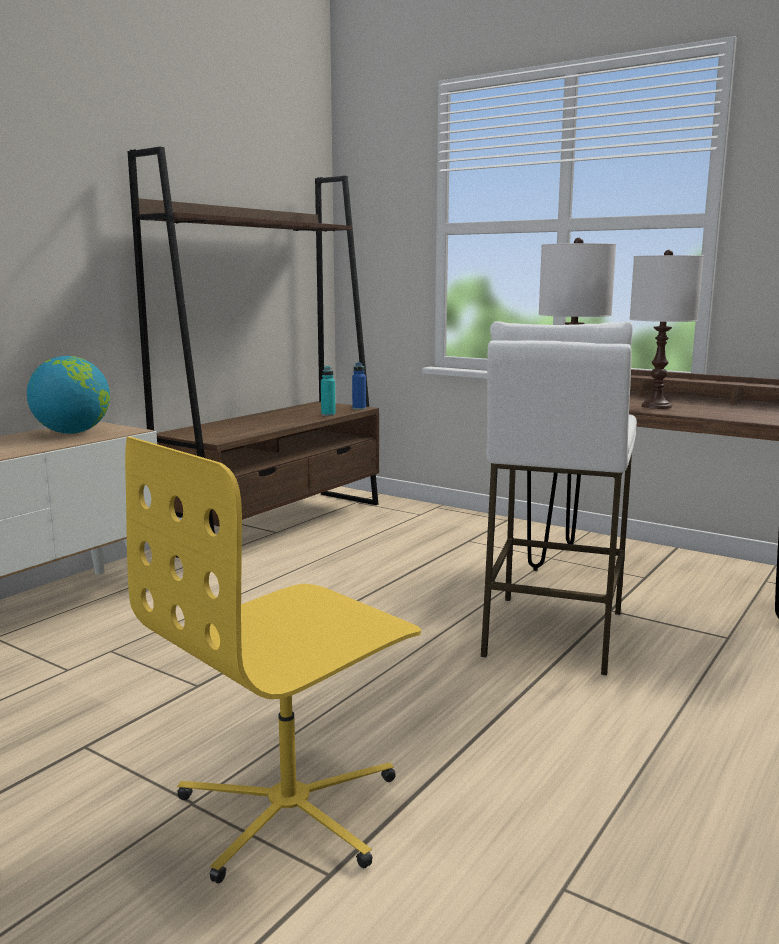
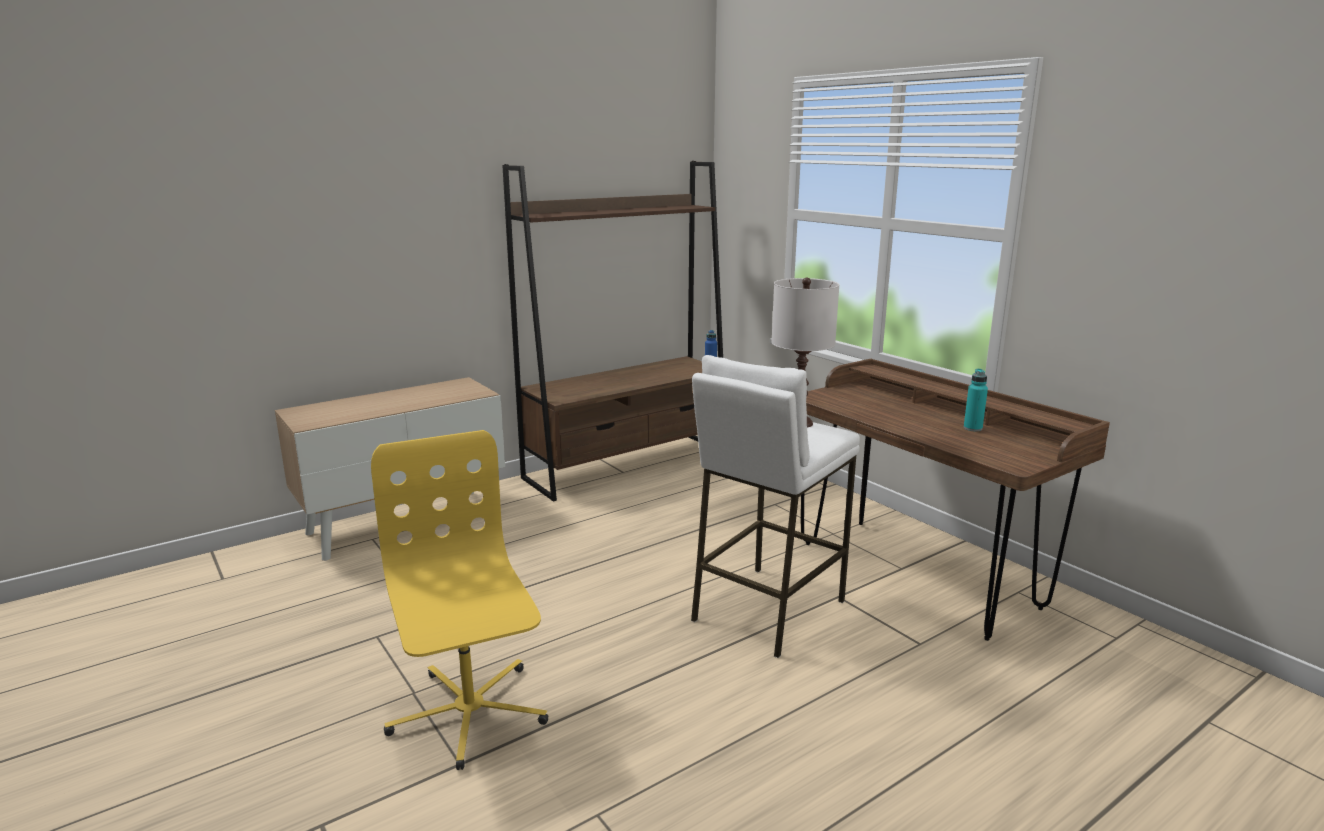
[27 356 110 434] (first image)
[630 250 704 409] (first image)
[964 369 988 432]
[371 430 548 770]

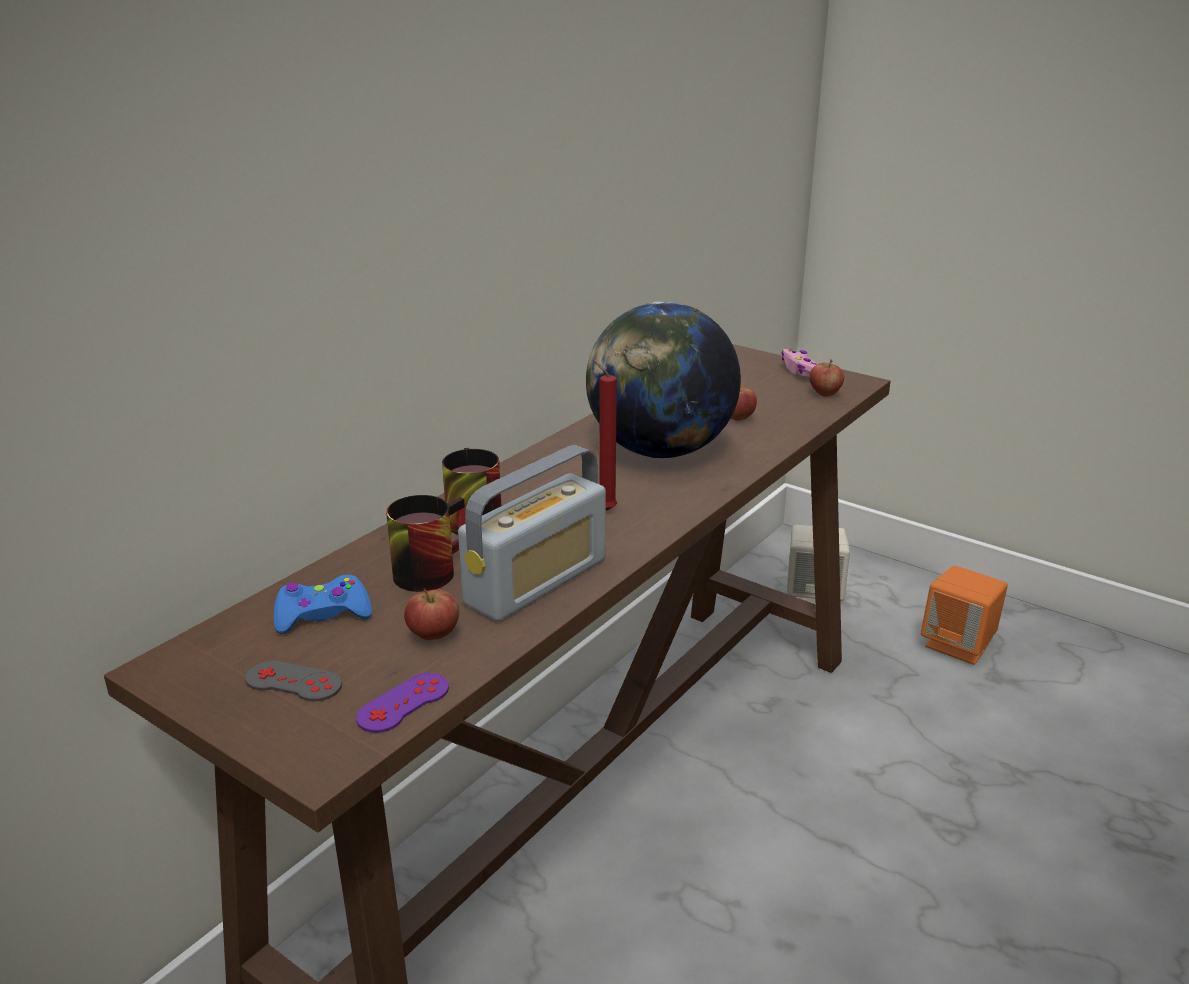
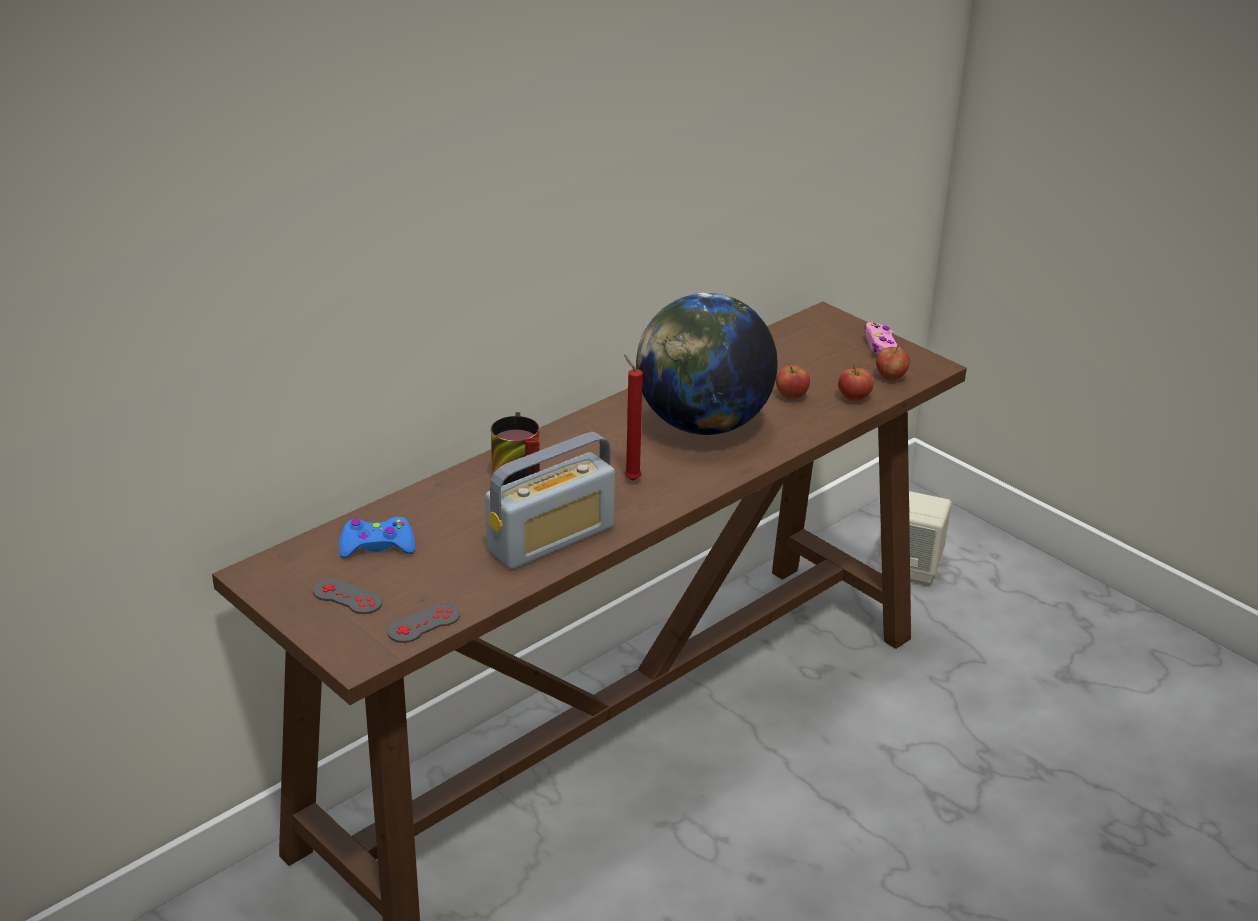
[386 495 465 592] (first image)
[921 566 1008 665] (first image)
[838 365 874 401]
[387 603 460 643]

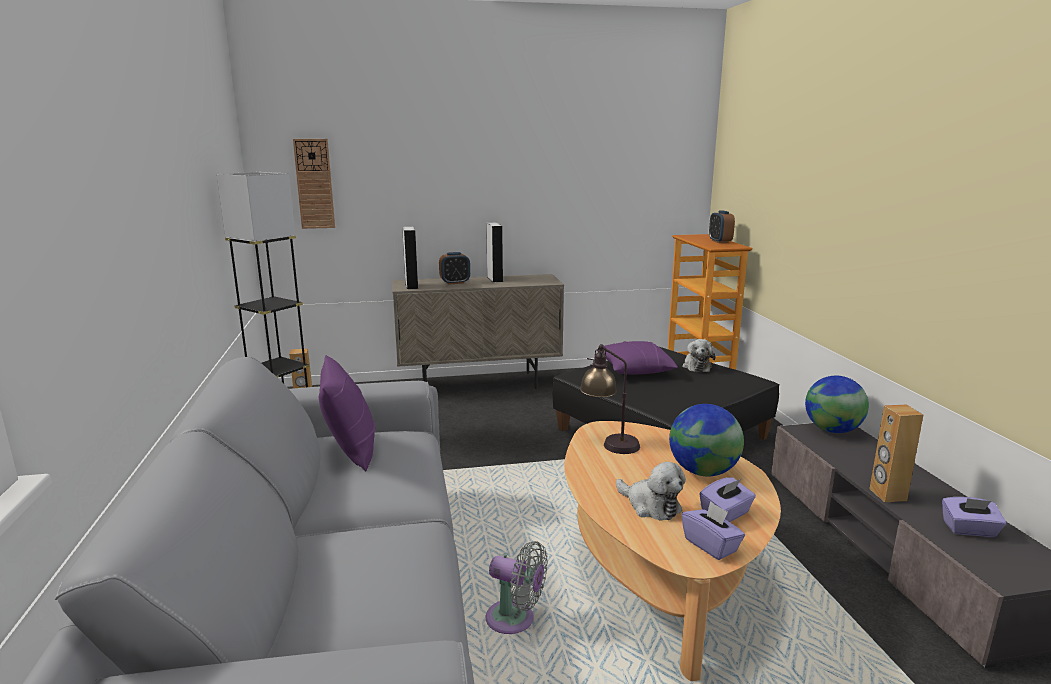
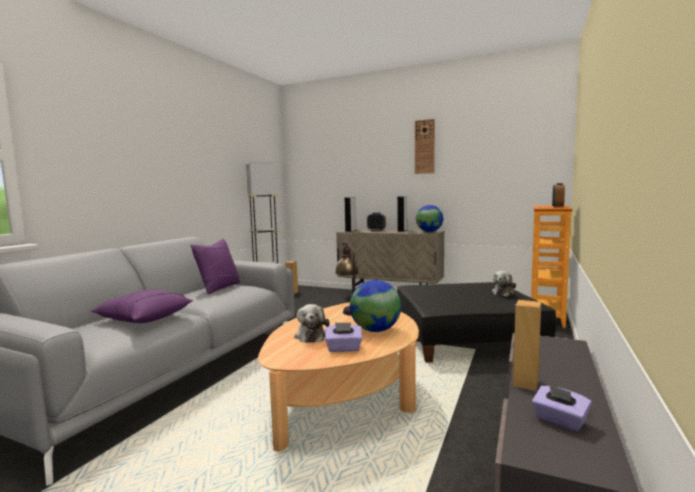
[486 541 548 634] (first image)
[681 501 745 560] (first image)
[415 119 435 174]
[91 289 193 323]
[416 205 443 232]

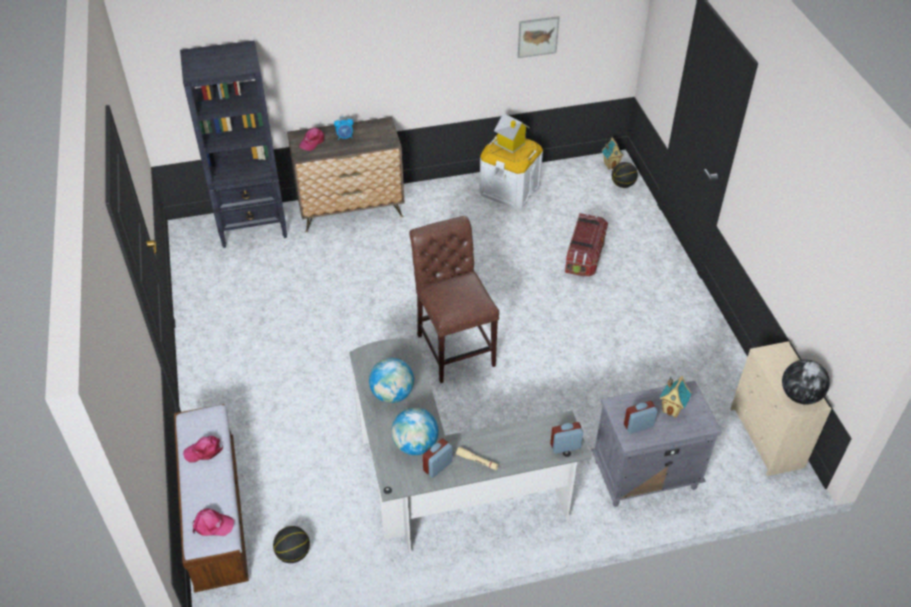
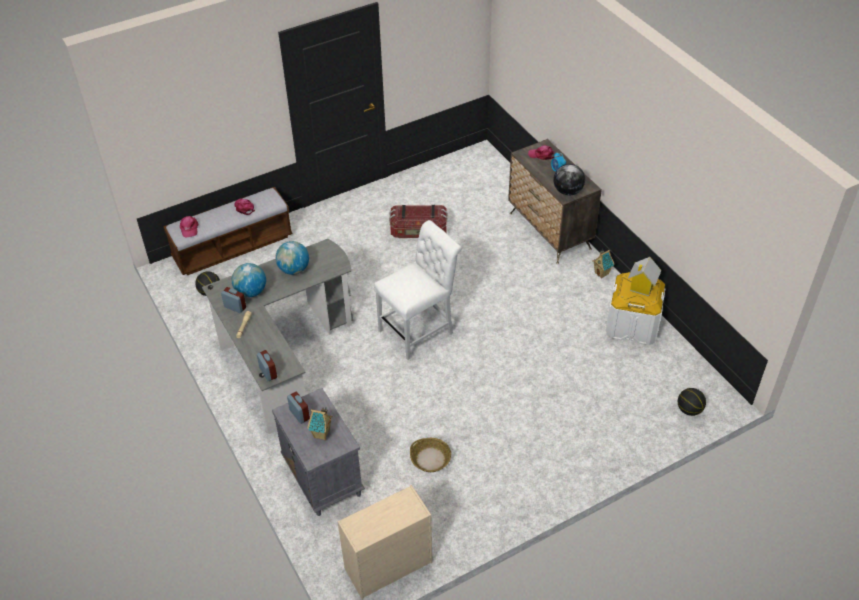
[180 40 287 248] (first image)
[518 16 560 58] (first image)
[410 438 451 472]
[389 205 448 238]
[592 249 614 278]
[553 164 585 195]
[374 220 462 360]

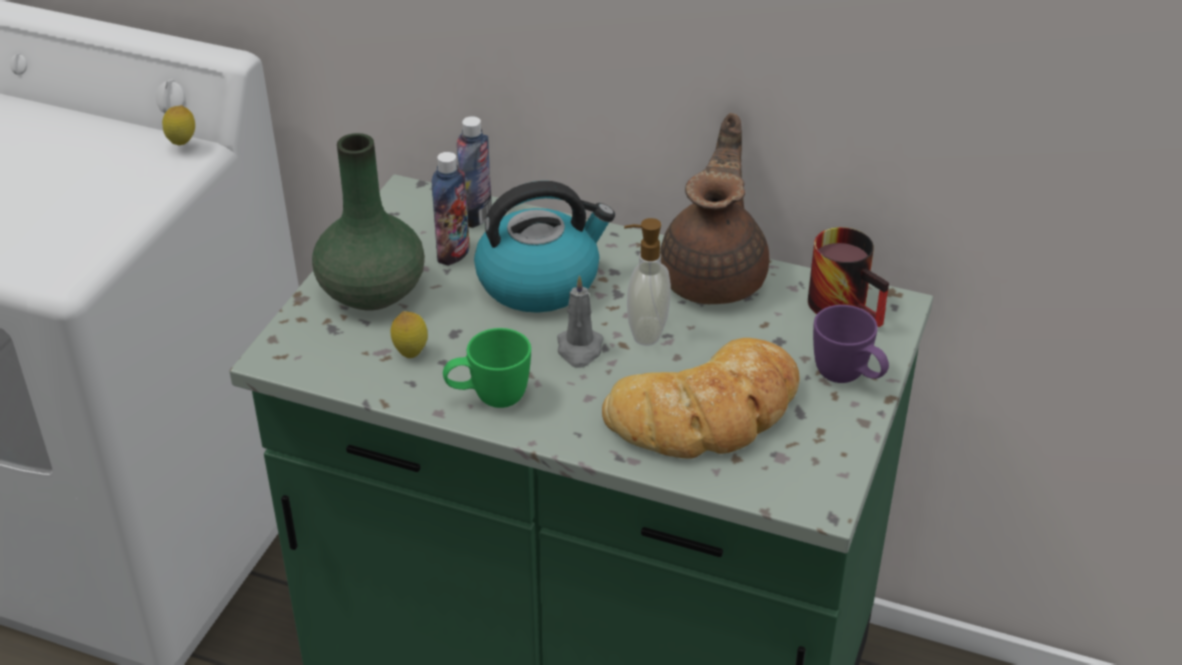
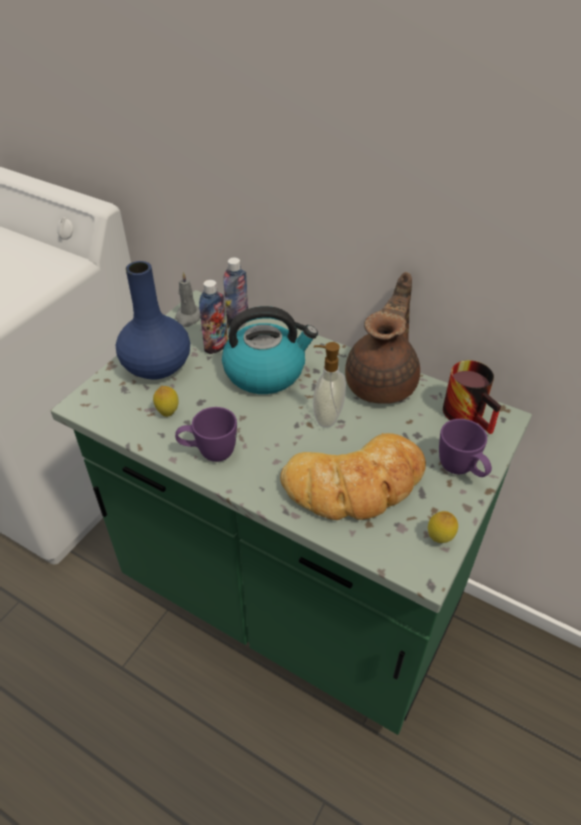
[428 511 458 543]
[175 272 200 327]
[116 261 190 380]
[175 407 237 462]

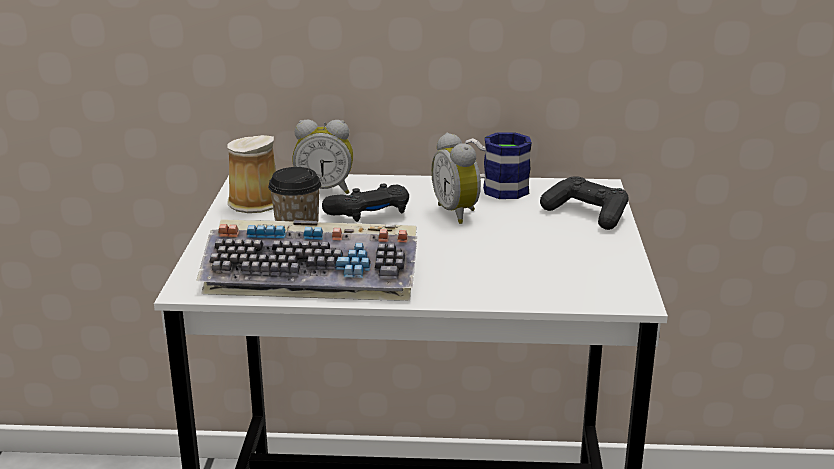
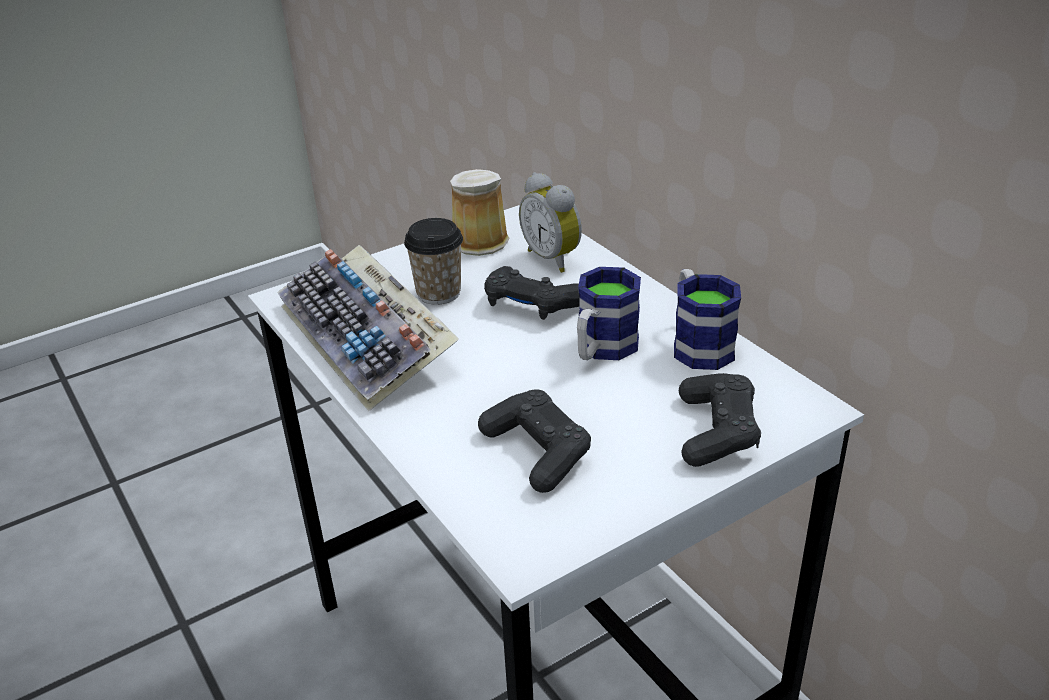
[478 389 591 493]
[577 267 641 360]

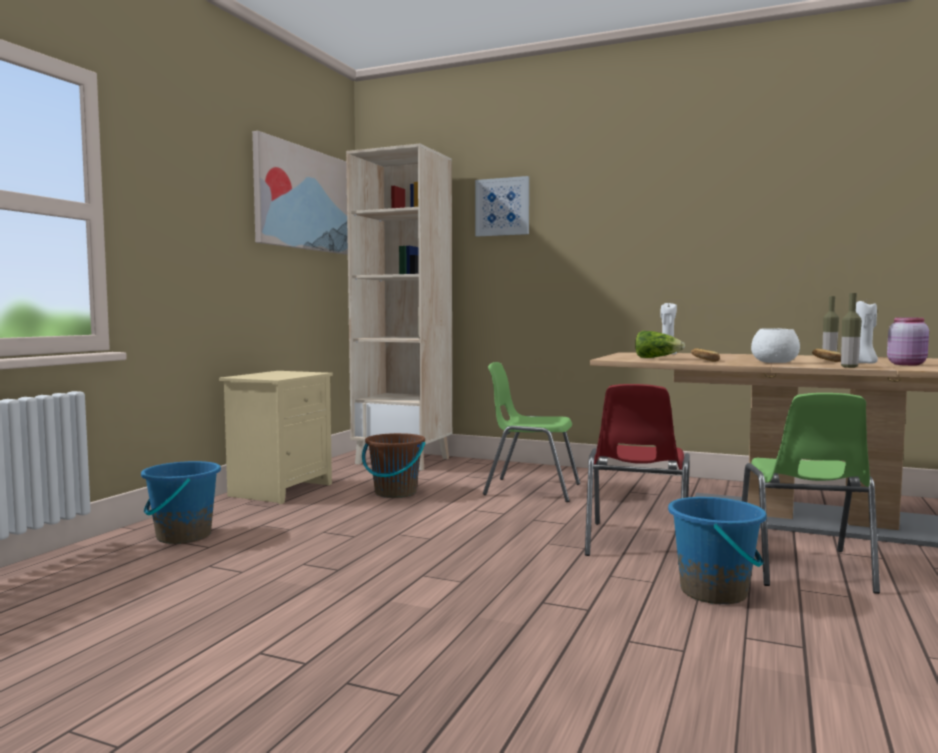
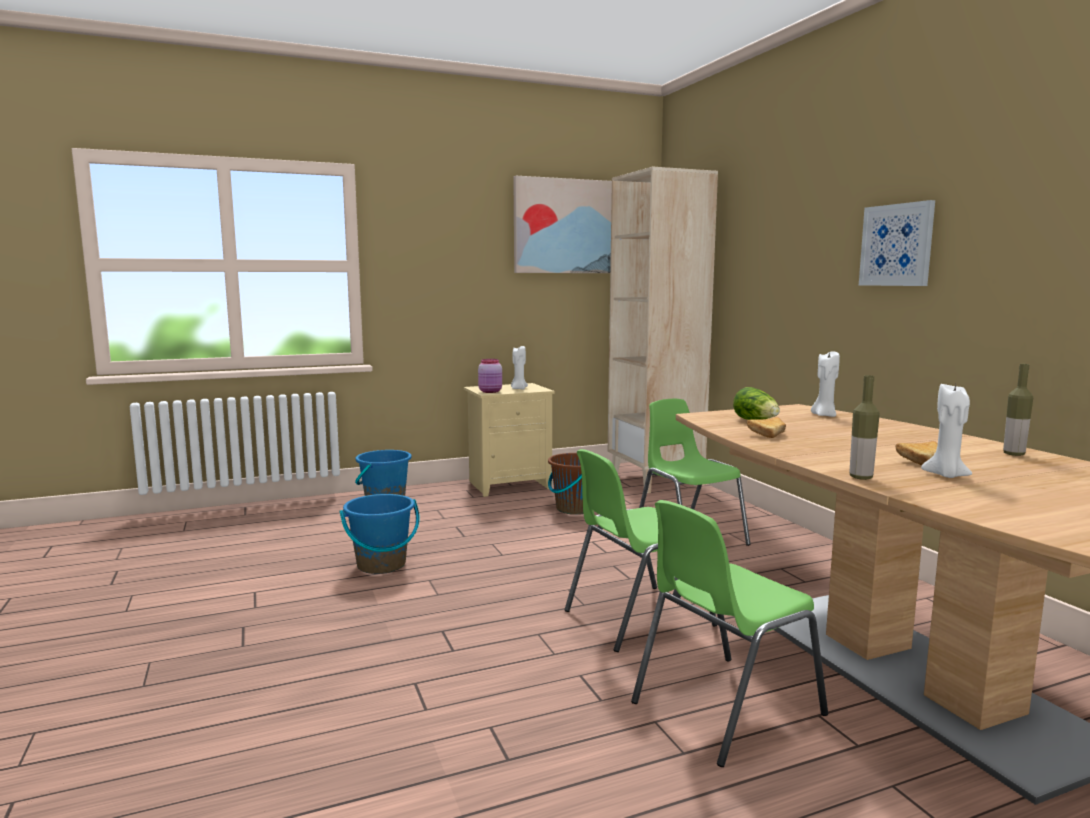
[751 328 800 363] (first image)
[511 346 528 390]
[859 200 935 286]
[340 494 420 574]
[478 359 502 393]
[564 449 717 652]

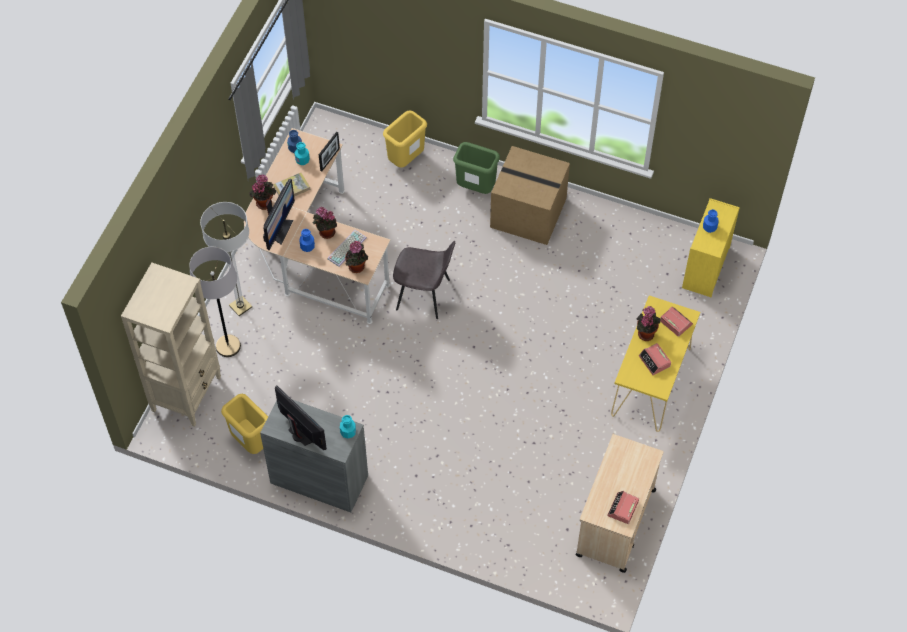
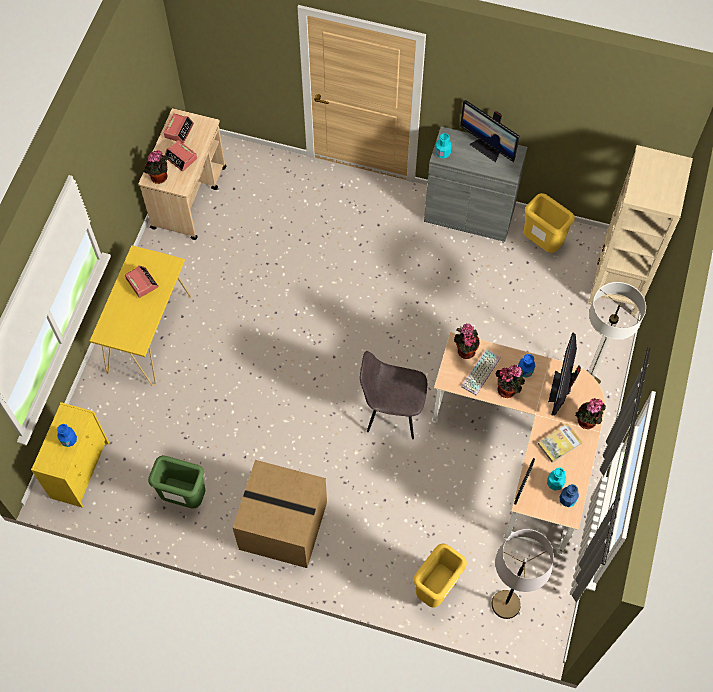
[492 529 554 619]
[148 455 205 509]
[143 150 168 184]
[165 140 197 172]

